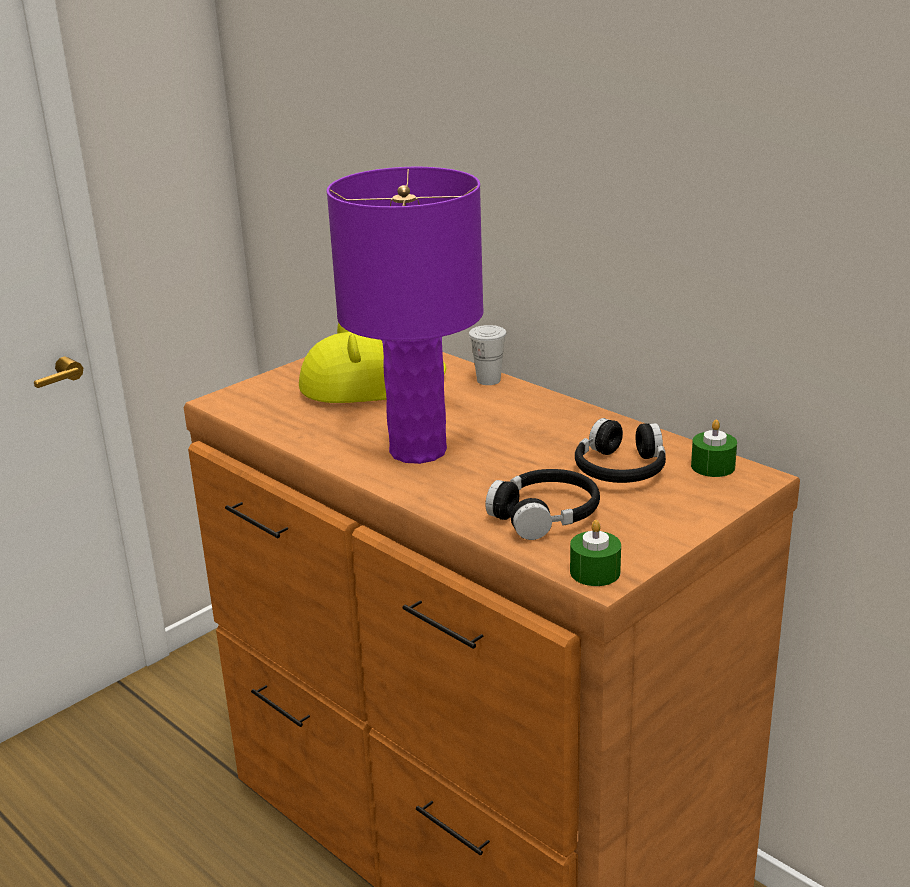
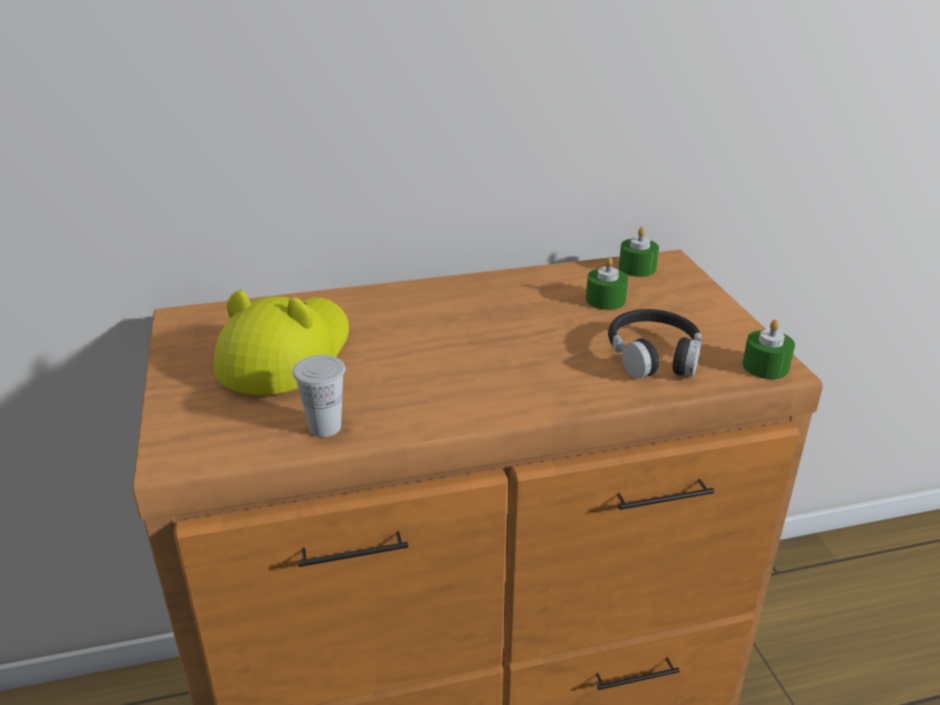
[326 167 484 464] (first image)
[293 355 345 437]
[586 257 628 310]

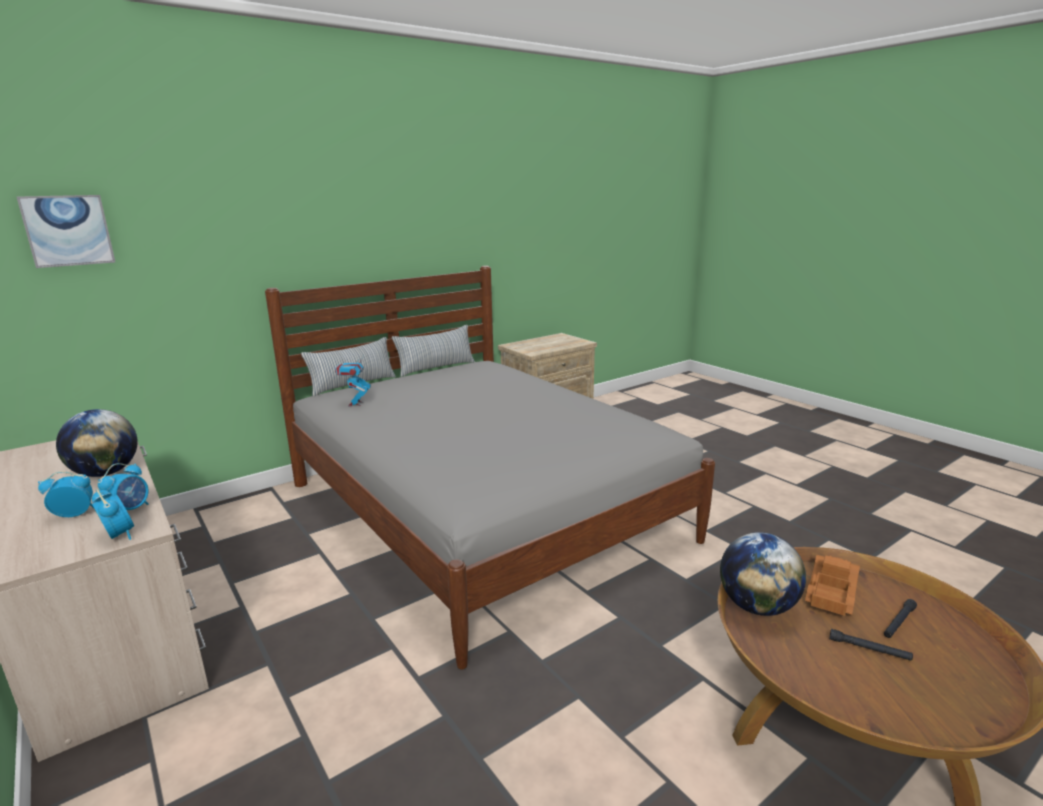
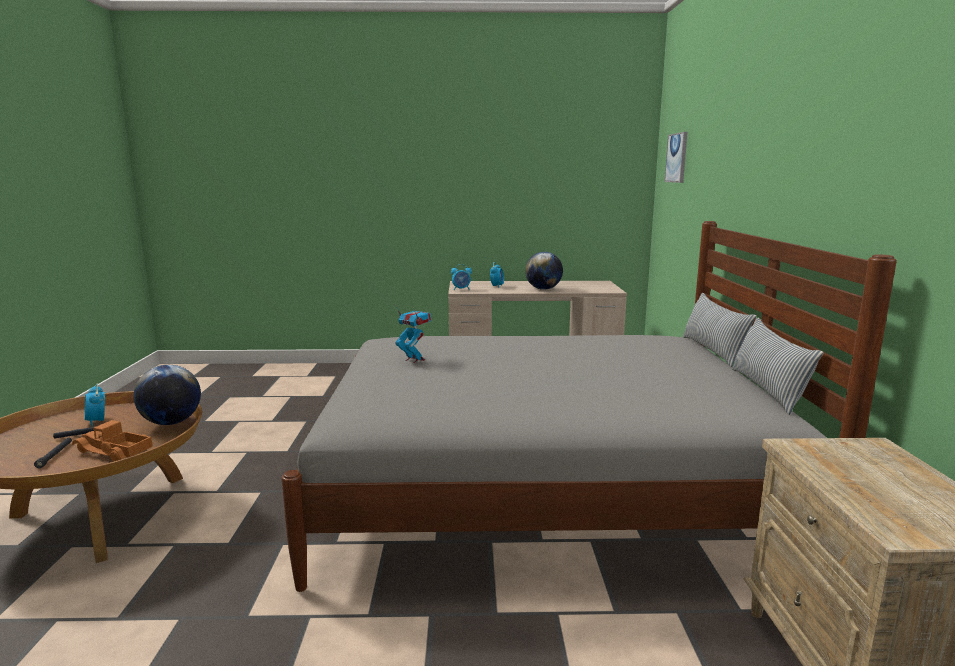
[84 383 105 427]
[396 306 432 363]
[72 420 153 462]

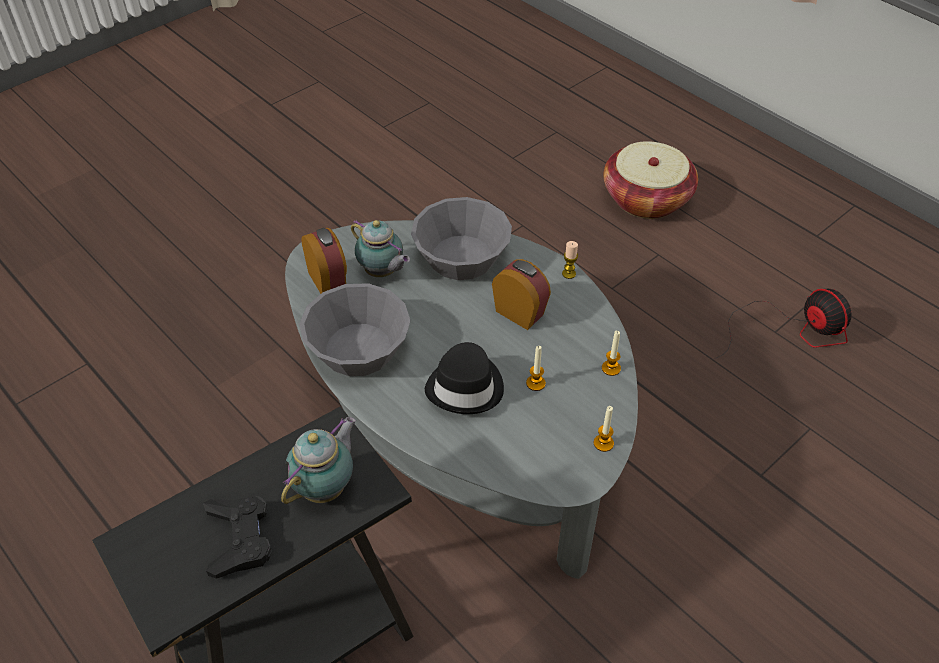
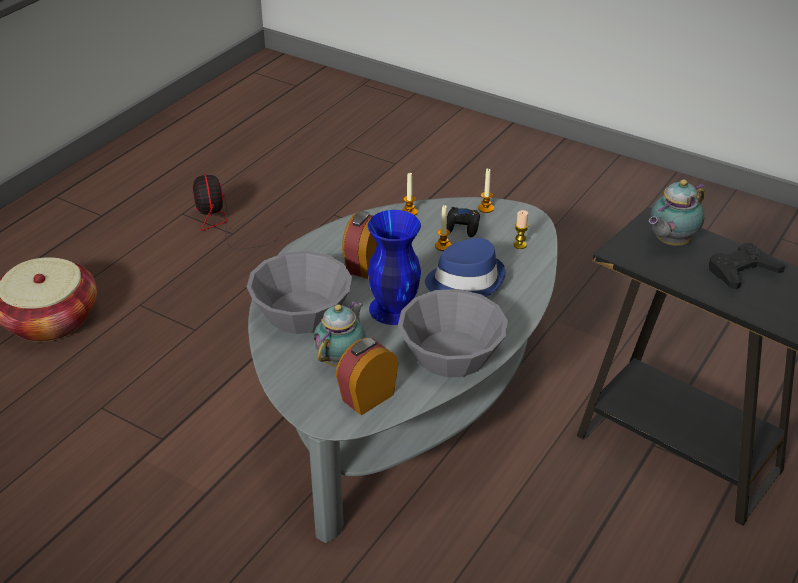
[368 210 421 325]
[447 207 480 237]
[514 210 529 249]
[425 238 506 297]
[649 179 705 246]
[193 173 309 250]

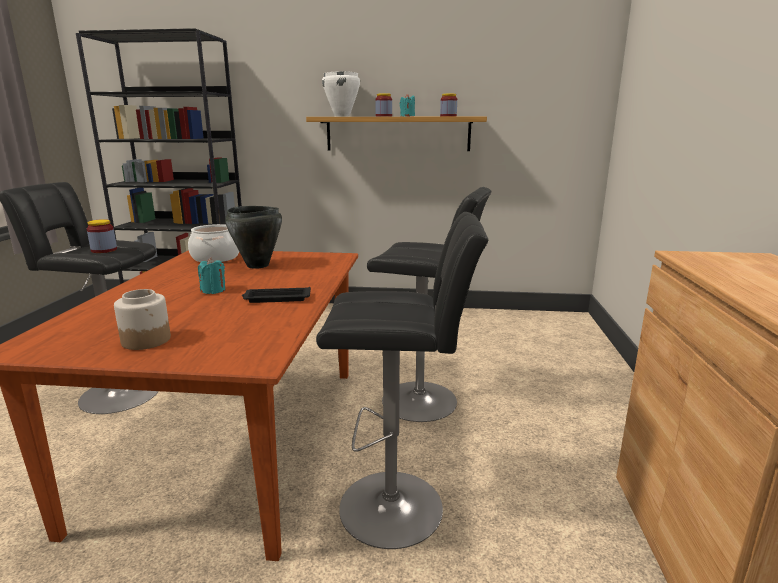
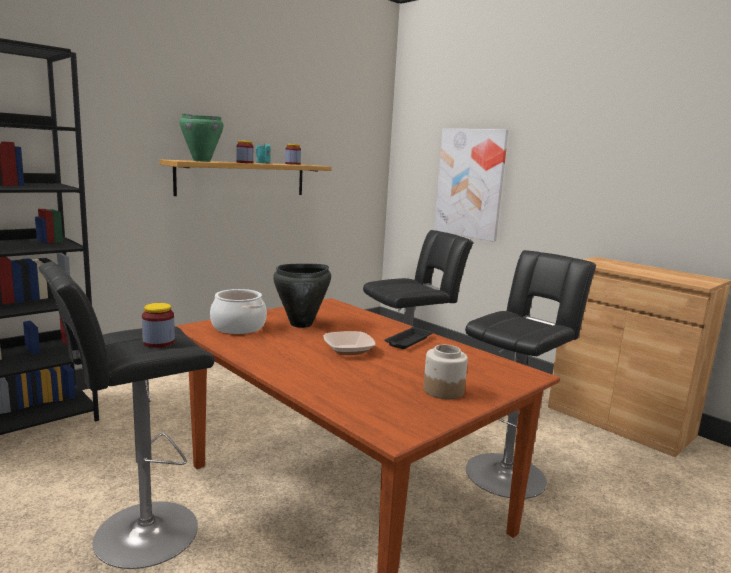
[434 129 509 242]
[323 331 375 355]
[179 114 224 162]

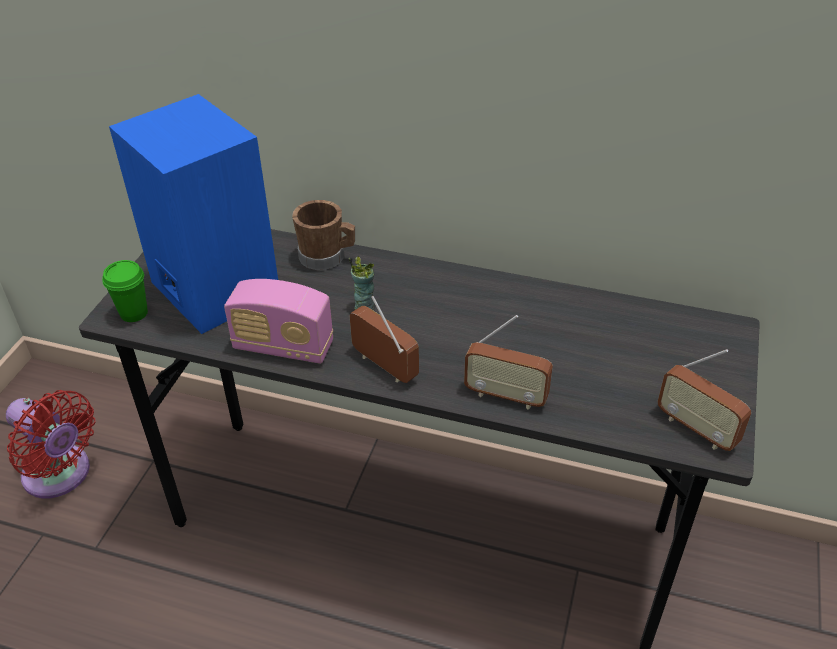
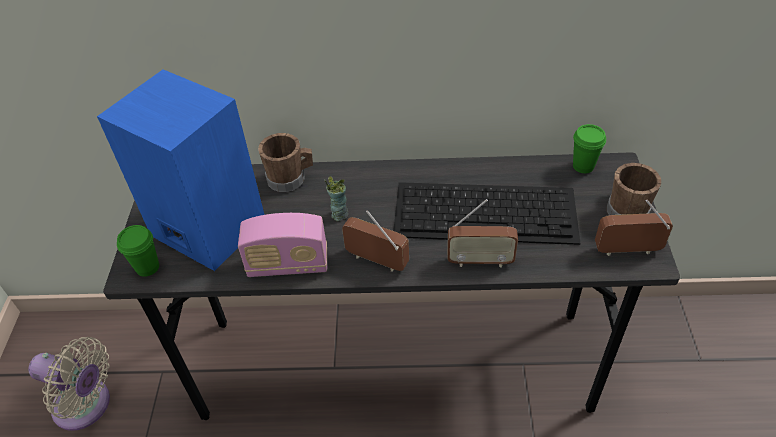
[393 182 580 245]
[573 124 606 173]
[607 163 661 215]
[28 337 110 431]
[595 200 673 256]

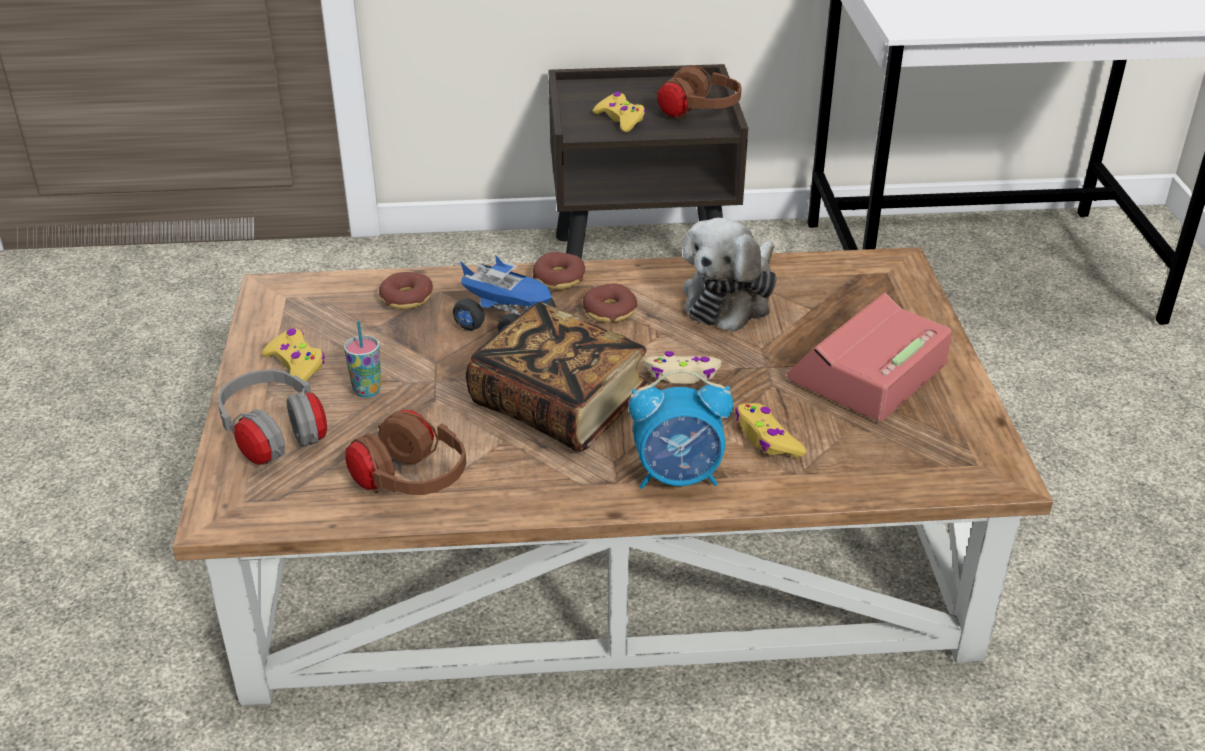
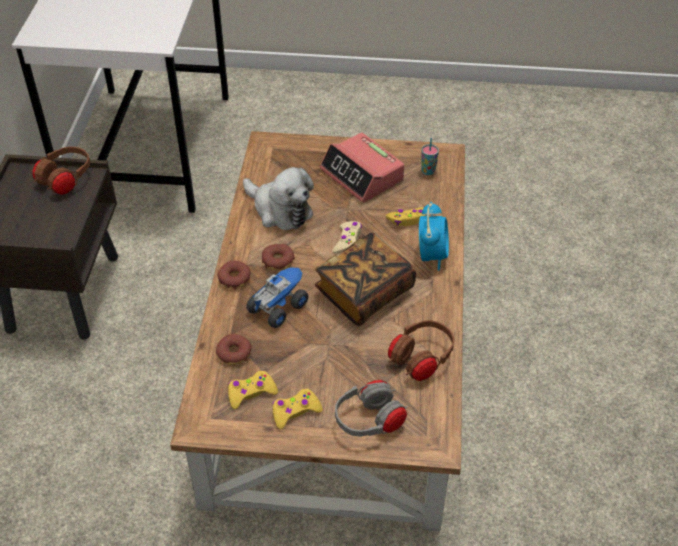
[421 138 439 175]
[228 370 278 409]

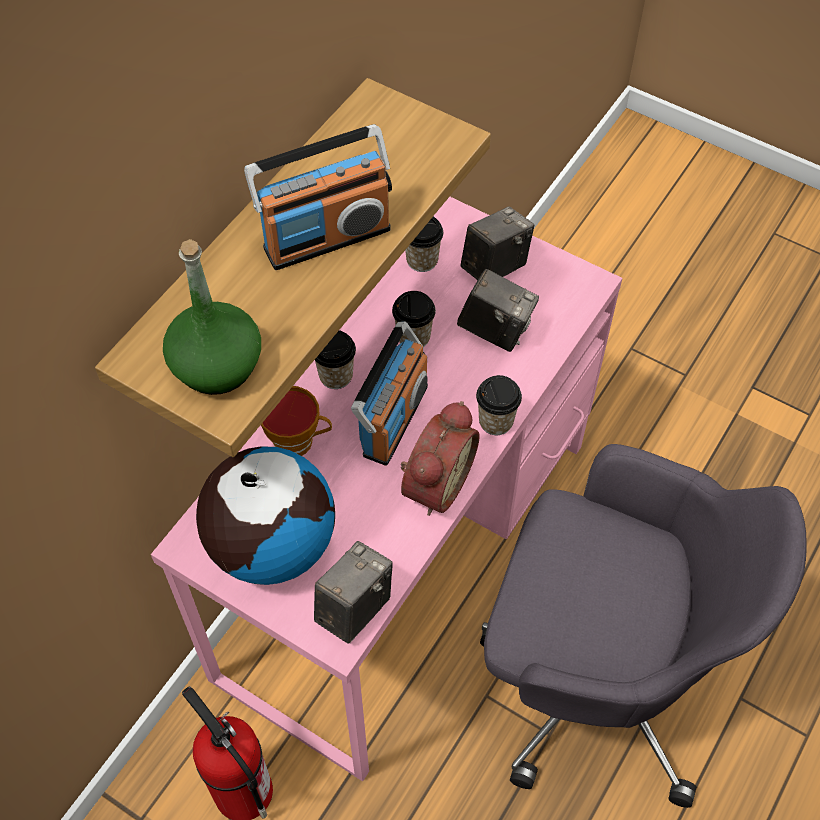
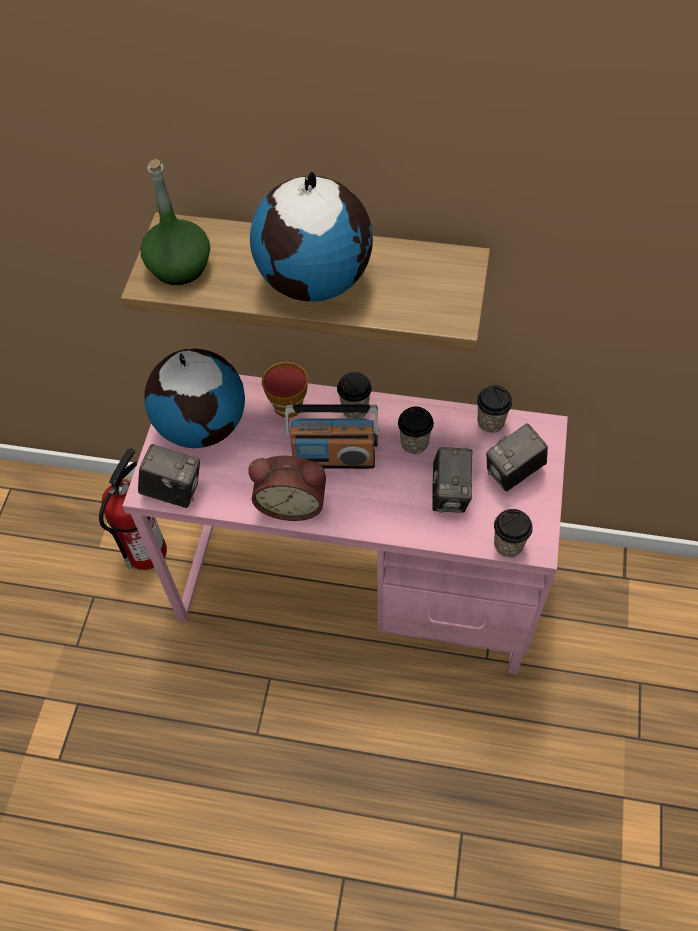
[480 444 807 808] (first image)
[494 509 533 558]
[250 172 373 302]
[486 423 548 491]

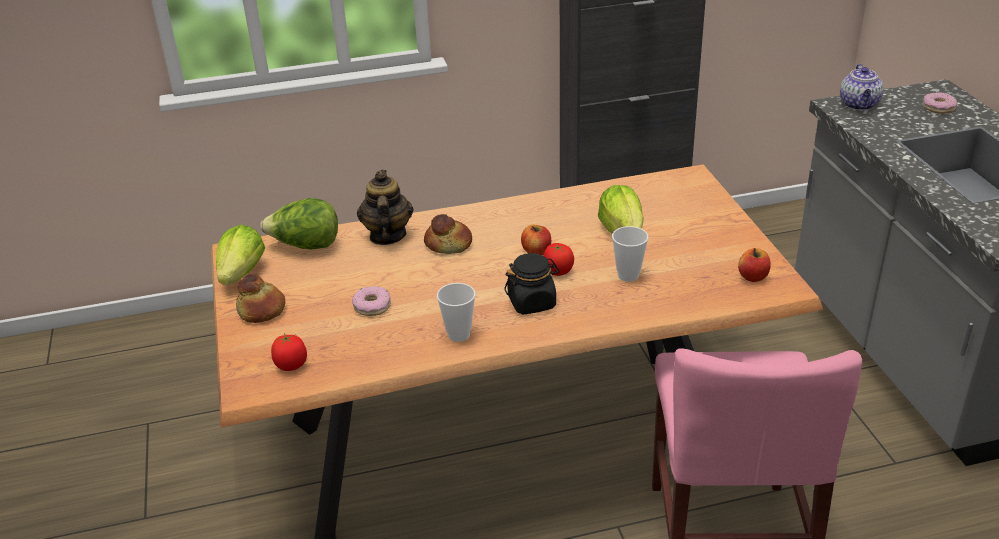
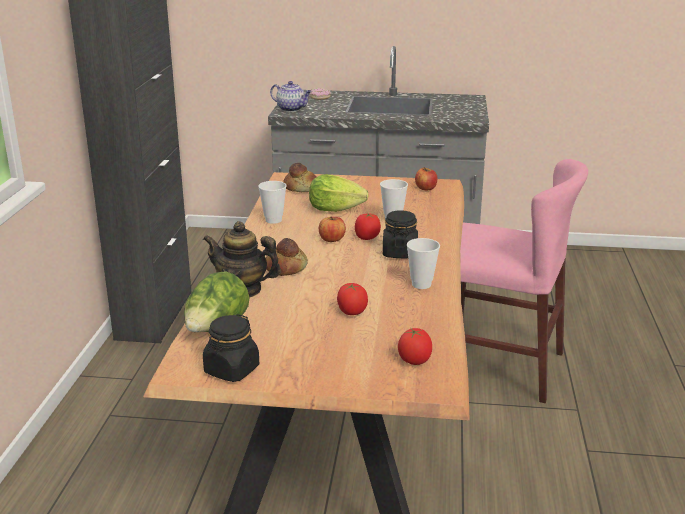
[258 181 287 224]
[283 163 317 192]
[203 314 259 382]
[337 283 368 315]

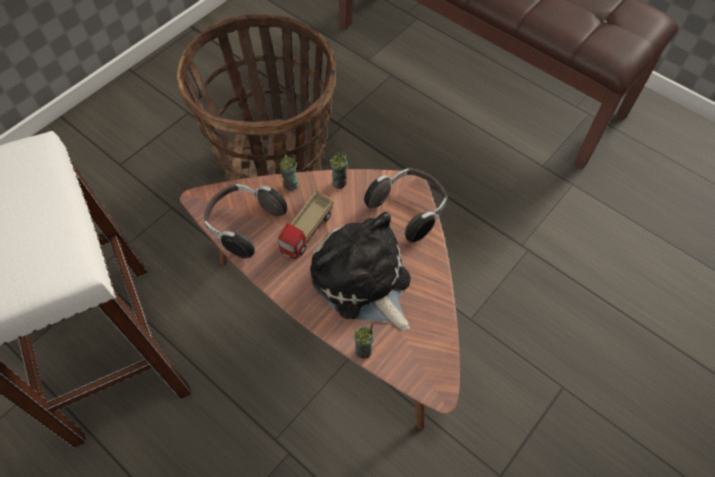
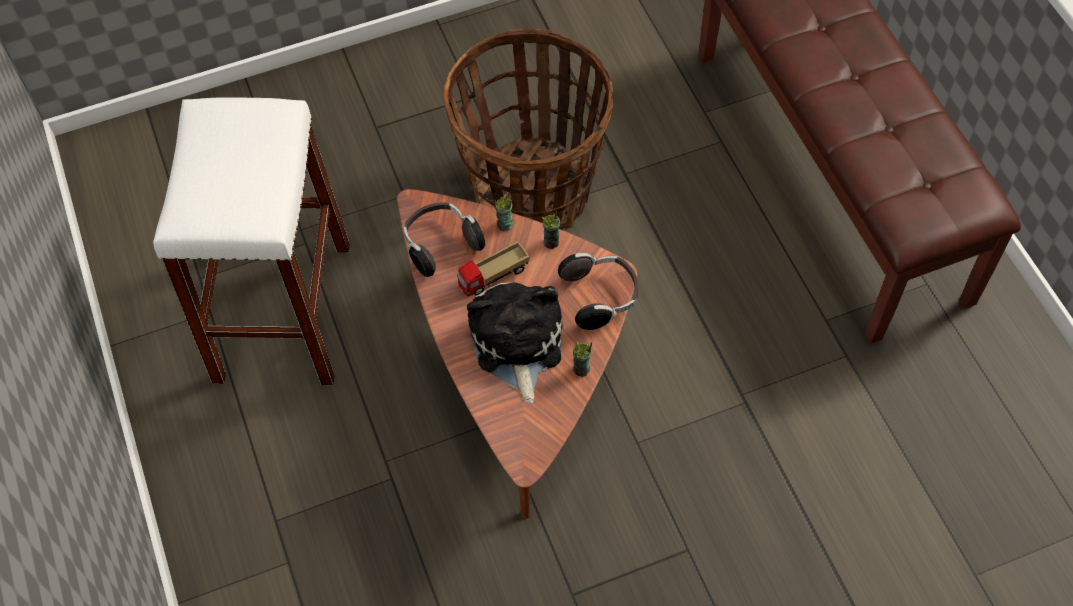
[573 341 592 377]

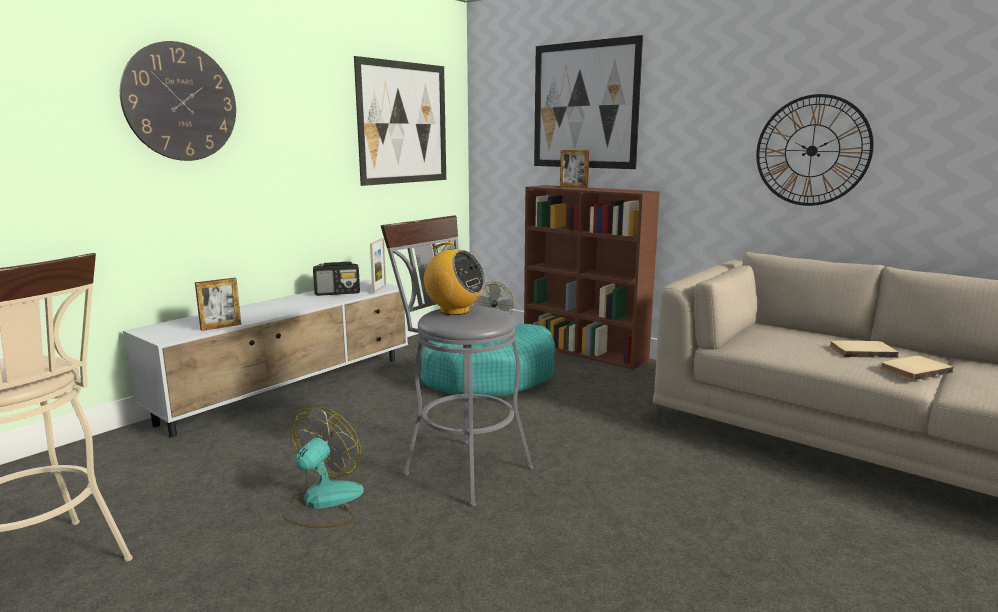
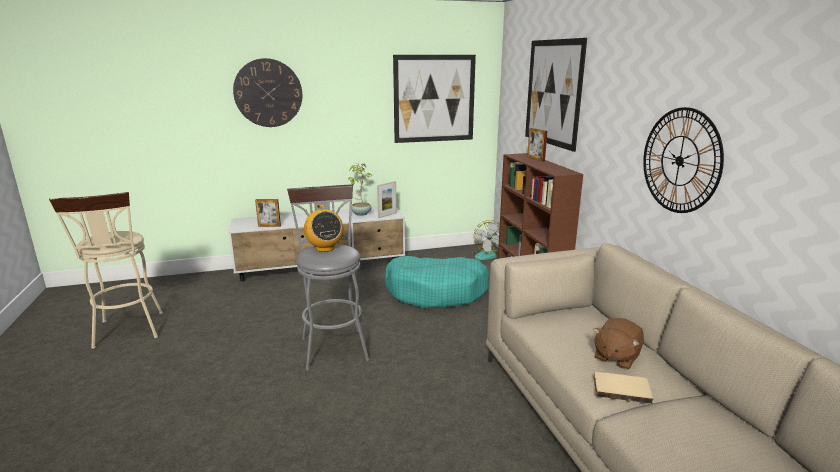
[283 407 364 528] (first image)
[349 163 371 216]
[593 318 644 370]

